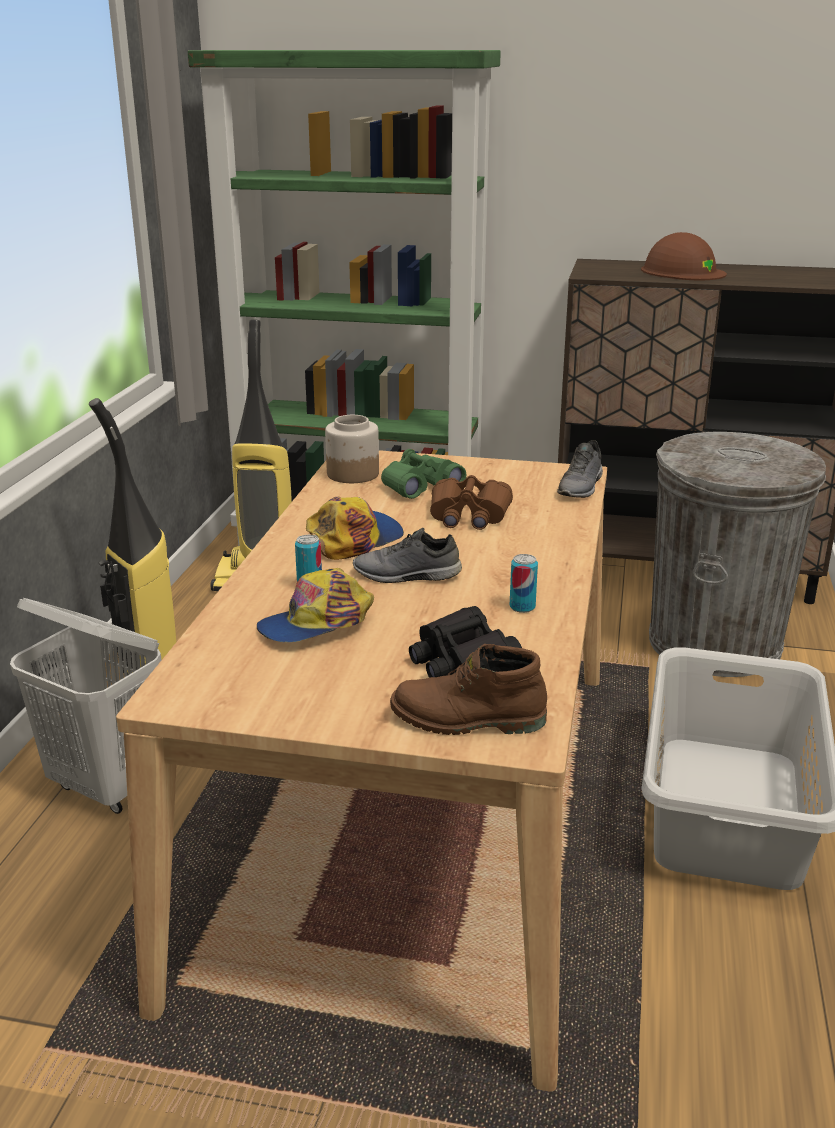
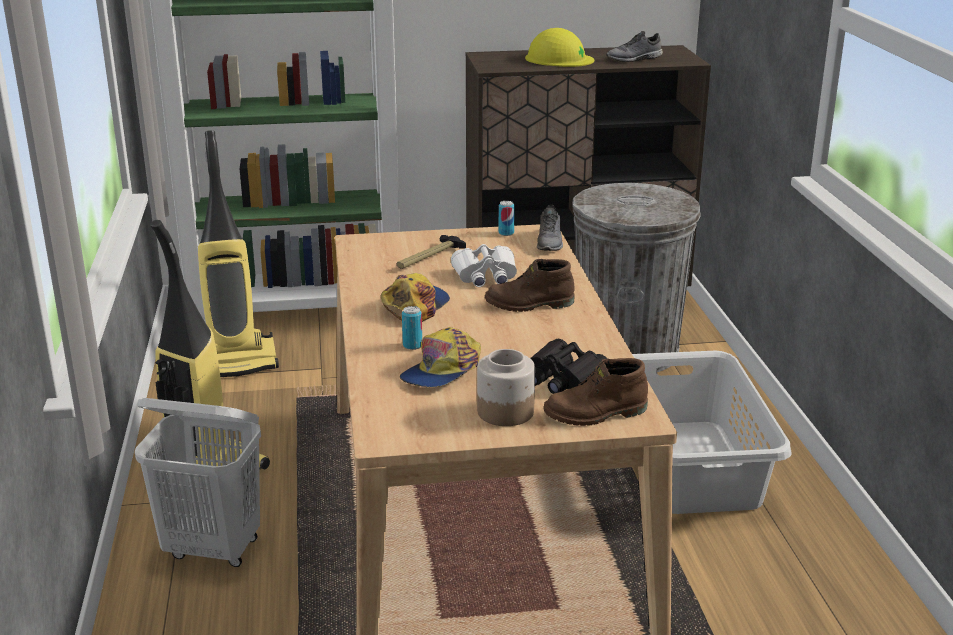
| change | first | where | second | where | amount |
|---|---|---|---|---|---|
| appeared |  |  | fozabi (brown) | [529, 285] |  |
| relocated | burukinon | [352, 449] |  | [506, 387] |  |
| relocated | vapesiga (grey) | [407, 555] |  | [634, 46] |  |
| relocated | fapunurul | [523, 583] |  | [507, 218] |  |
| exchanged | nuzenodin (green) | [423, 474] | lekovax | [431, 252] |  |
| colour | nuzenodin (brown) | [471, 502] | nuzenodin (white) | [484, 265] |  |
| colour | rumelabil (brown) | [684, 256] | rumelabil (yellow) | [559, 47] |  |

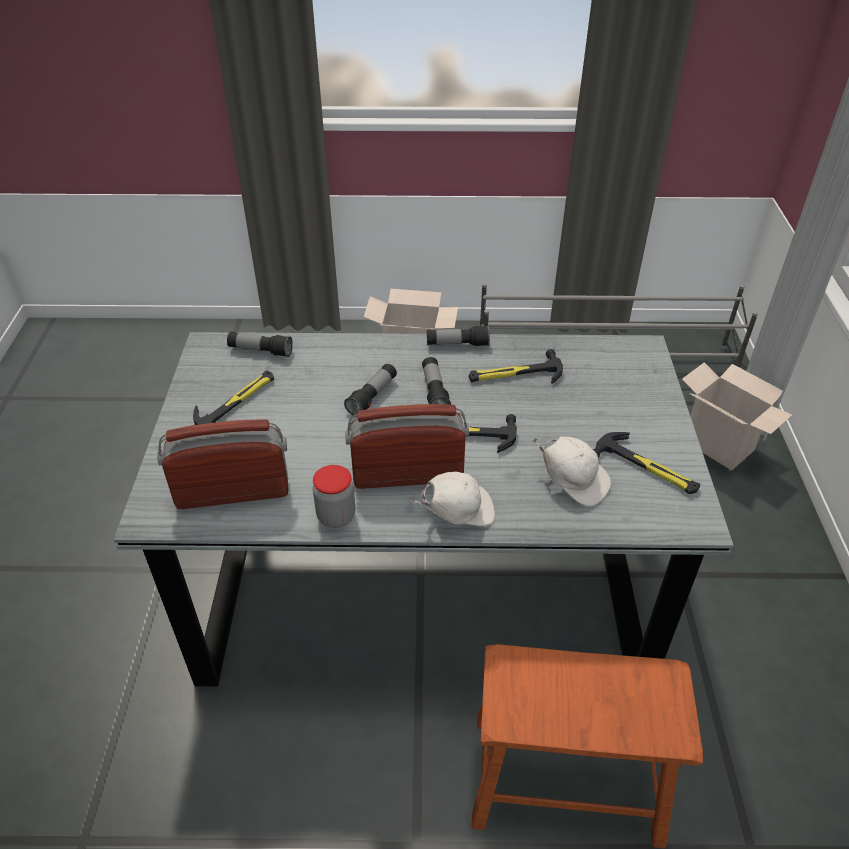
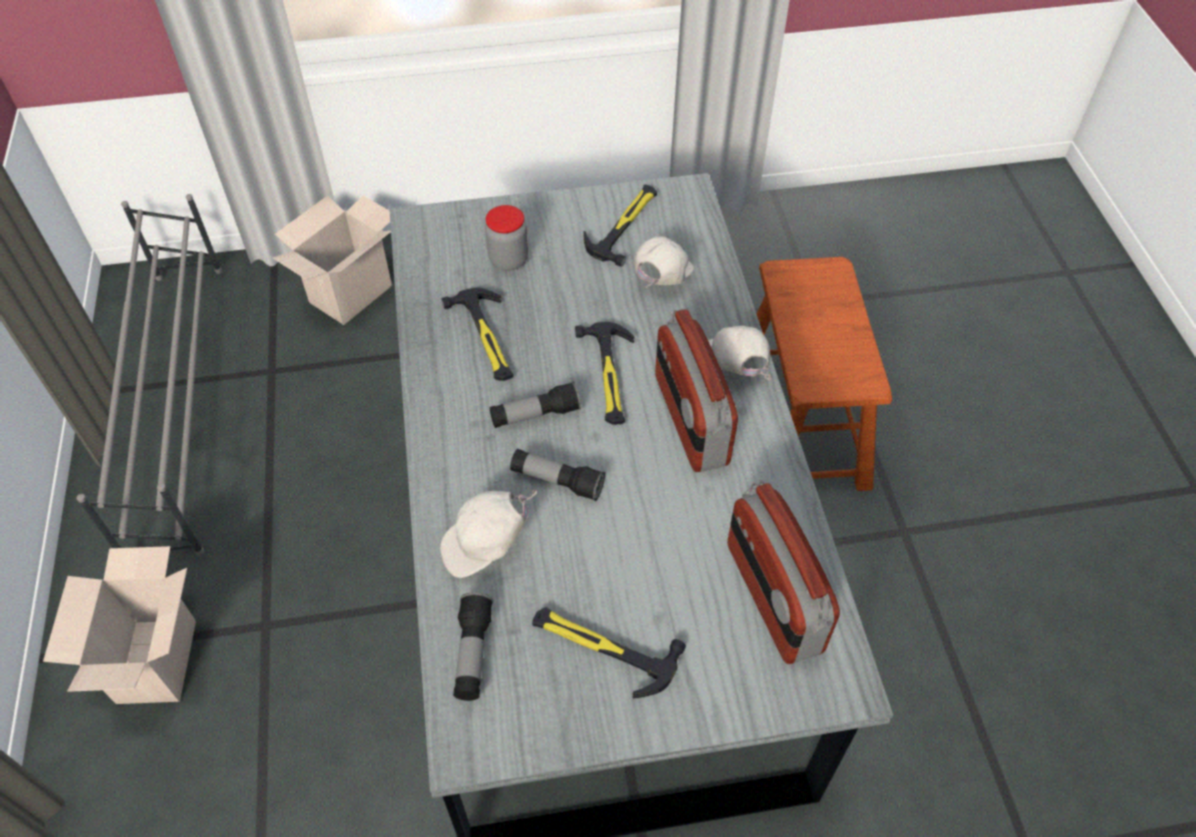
| change | first | where | second | where | amount |
|---|---|---|---|---|---|
| missing | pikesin | [458, 335] |  |  |  |
| appeared |  |  | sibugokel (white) | [488, 533] |  |
| relocated | burukinon | [334, 496] |  | [506, 238] |  |

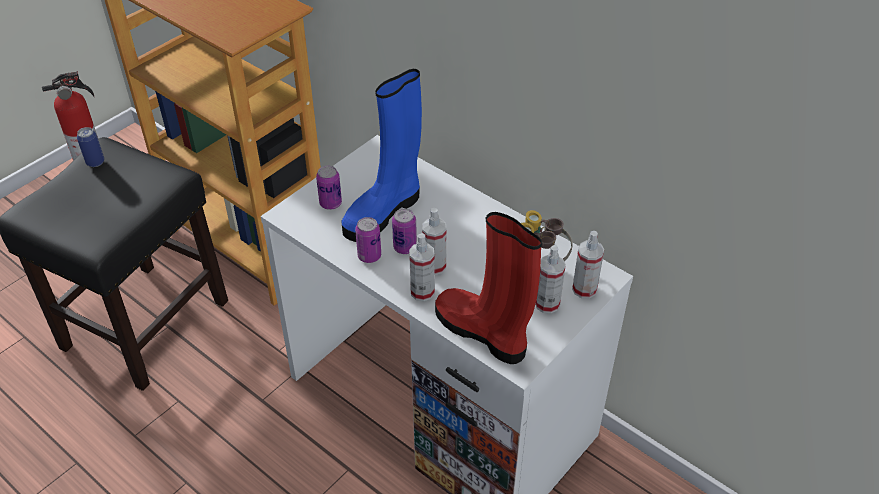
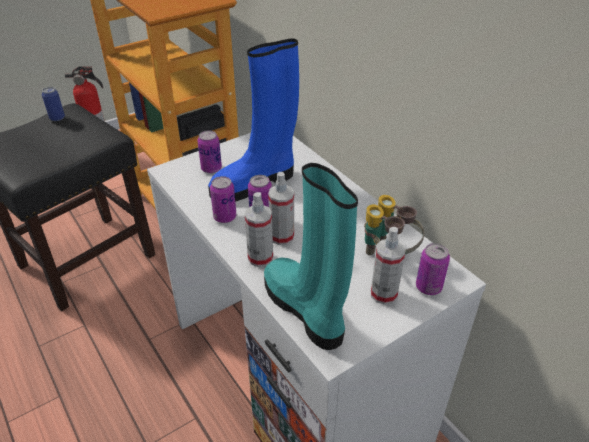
| change | first | where | second | where | amount |
|---|---|---|---|---|---|
| exchanged | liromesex | [588, 265] | fapunurul | [433, 269] |  |
| colour | fozabi (red) | [488, 288] | fozabi (turquoise) | [311, 256] |  |

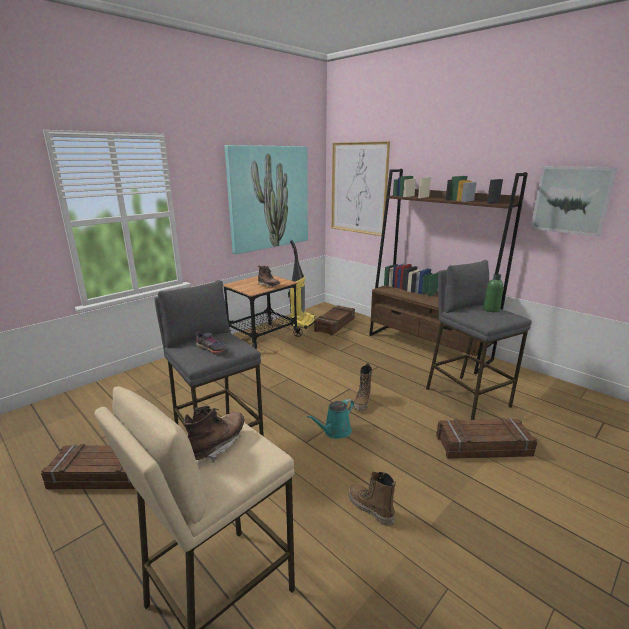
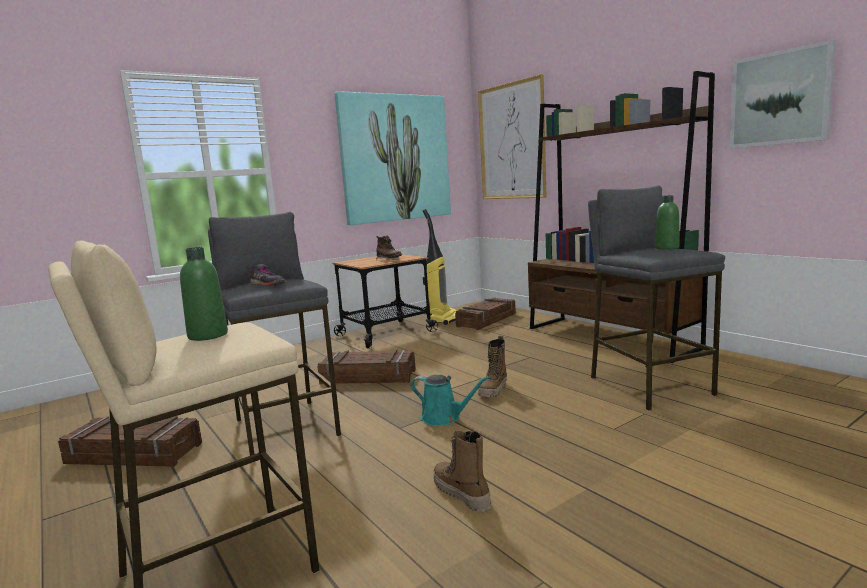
| change | first | where | second | where | amount |
|---|---|---|---|---|---|
| relocated | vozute | [486, 438] |  | [366, 366] |  |
| exchanged | fozabi (brown) | [214, 434] | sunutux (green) | [204, 294] |  |
| spun | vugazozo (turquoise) | [330, 419] |  | [450, 400] | 120 degrees counterclockwise |

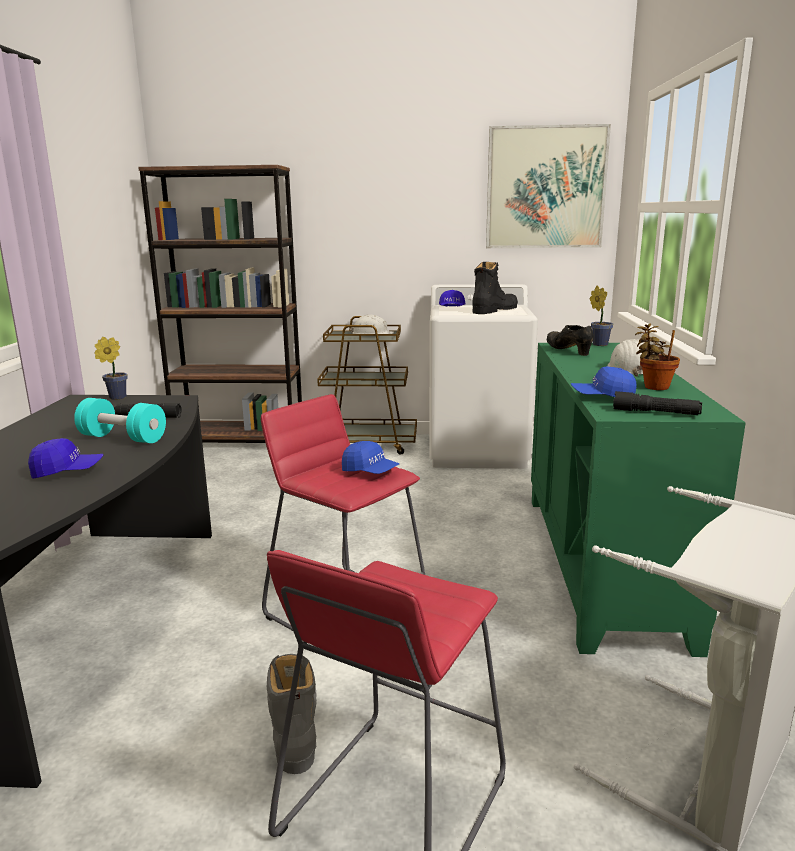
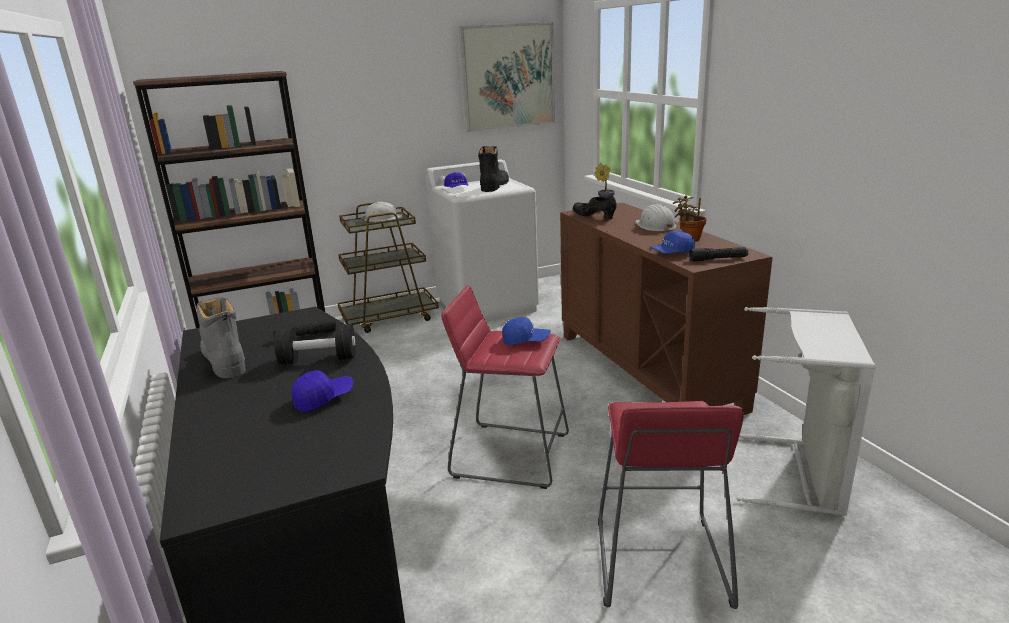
| change | first | where | second | where | amount |
|---|---|---|---|---|---|
| missing | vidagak | [110, 368] |  |  |  |
| relocated | fozabi (grey) | [292, 714] |  | [221, 337] |  |
| colour | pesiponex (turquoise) | [120, 420] | pesiponex (black) | [315, 344] |  |
| colour | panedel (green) | [638, 500] | panedel (brown) | [666, 309] |  |

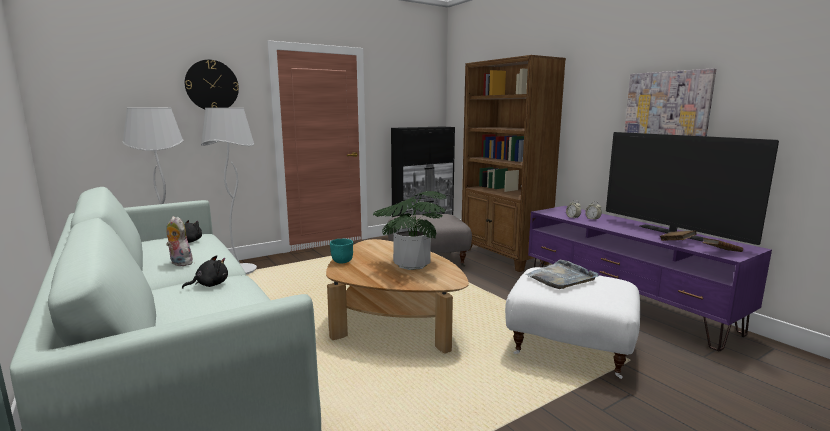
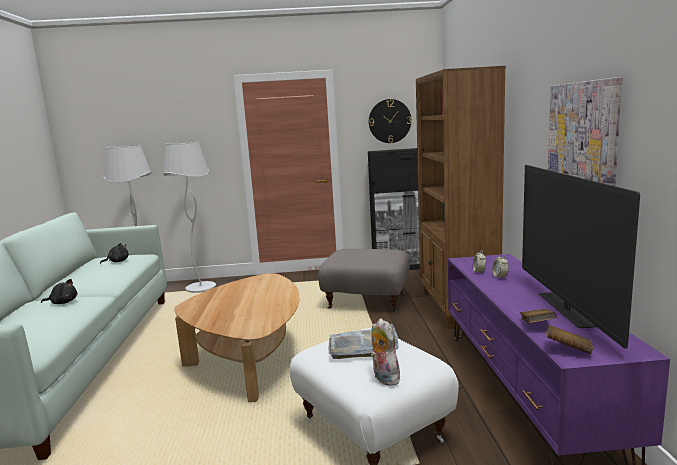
| change | first | where | second | where | amount |
|---|---|---|---|---|---|
| missing | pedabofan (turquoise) | [341, 251] |  |  |  |
| missing | vidagak | [409, 230] |  |  |  |
| relocated | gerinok | [179, 241] |  | [385, 352] |  |
| relocated | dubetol | [212, 84] |  | [390, 121] |  |

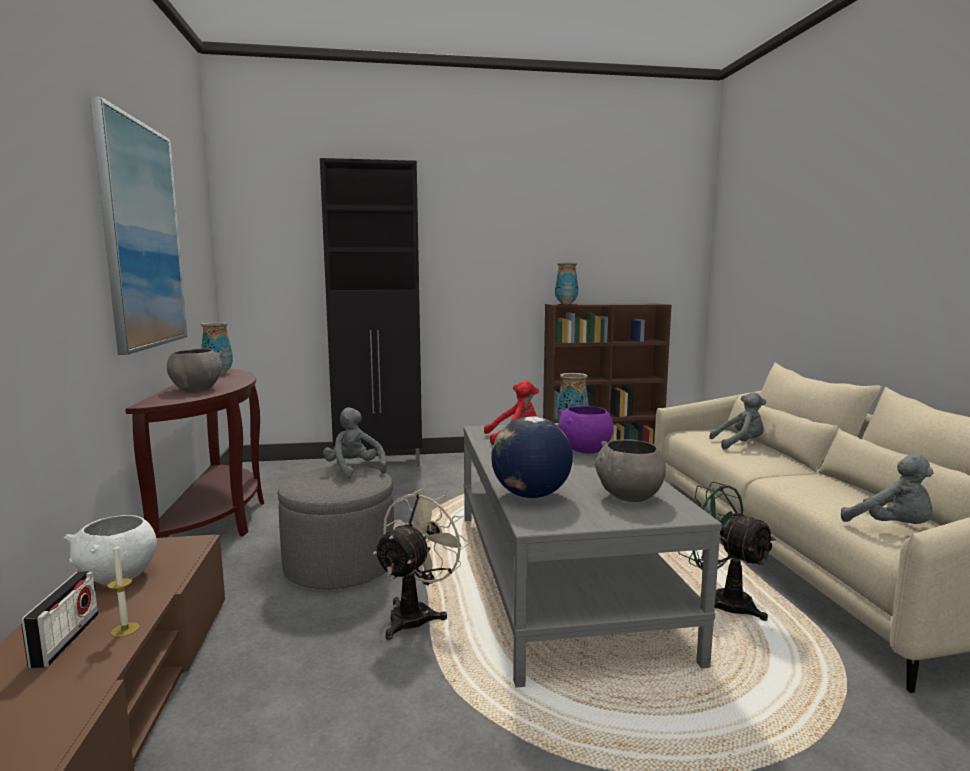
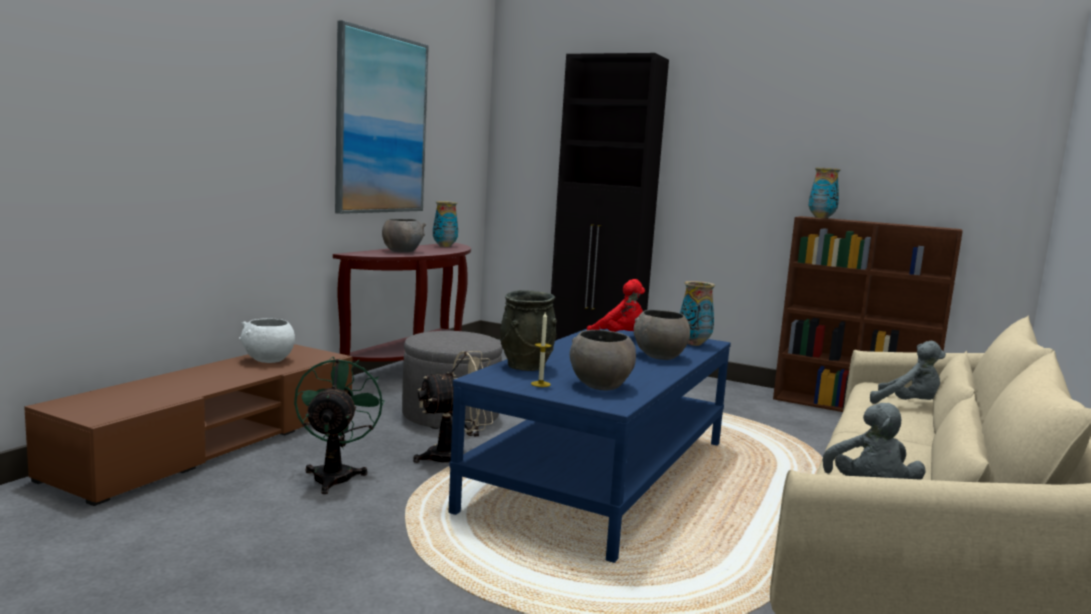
| change | first | where | second | where | amount |
|---|---|---|---|---|---|
| missing | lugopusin | [60, 619] |  |  |  |
| missing | gerinok (grey) | [355, 443] |  |  |  |
| relocated | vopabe | [123, 590] |  | [541, 349] |  |
| relocated | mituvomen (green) | [727, 551] |  | [339, 425] |  |
| exchanged | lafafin | [532, 457] | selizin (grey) | [528, 330] |  |
| colour | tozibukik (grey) | [592, 555] | tozibukik (blue) | [589, 446] |  |
| colour | pedabofan (purple) | [585, 430] | pedabofan (grey) | [662, 334] |  |

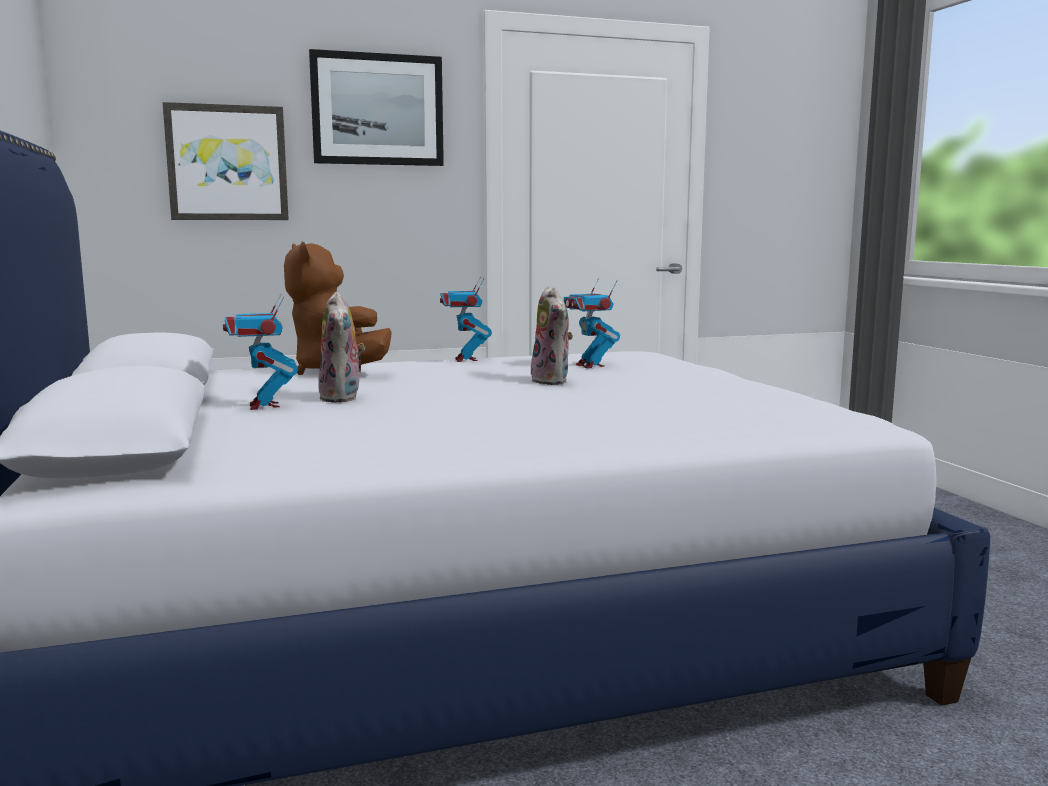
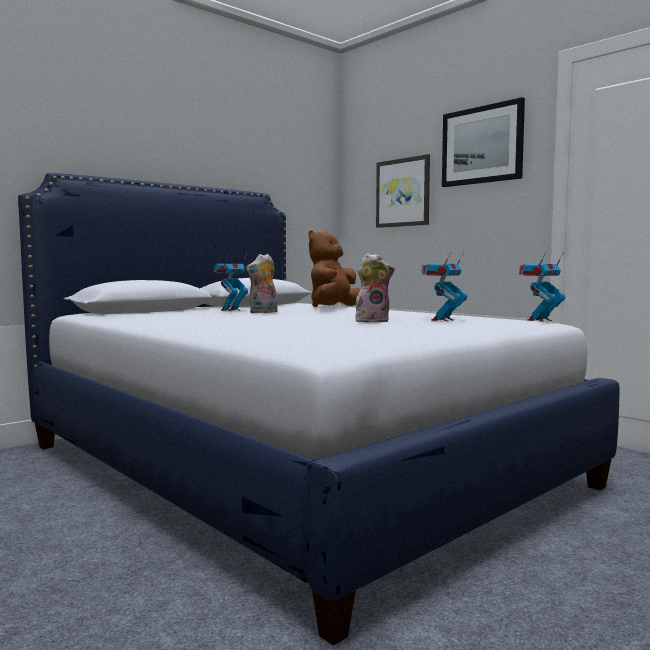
| change | first | where | second | where | amount |
|---|---|---|---|---|---|
| relocated | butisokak | [466, 319] |  | [542, 287] |  |
| spun | gerinok | [552, 335] |  | [375, 288] | 150 degrees counterclockwise |

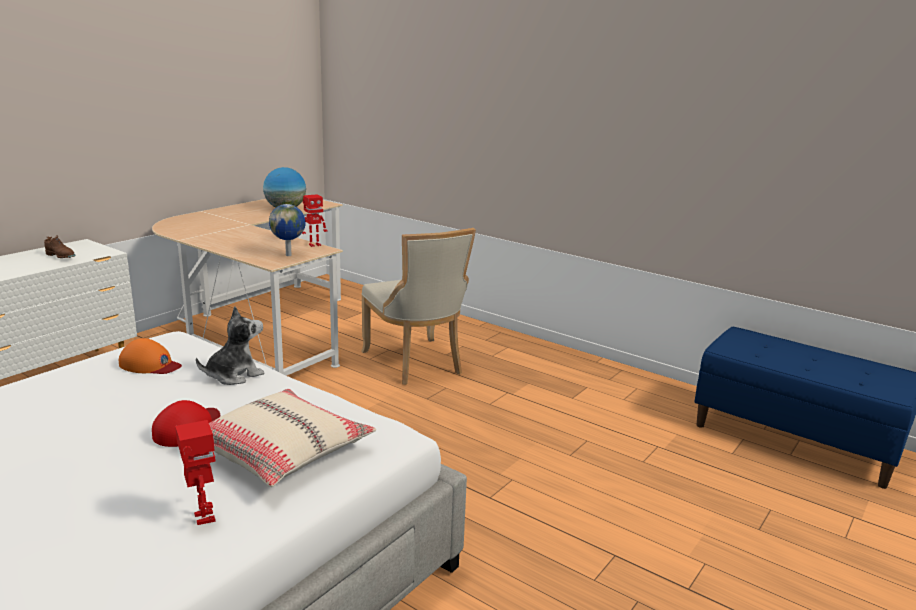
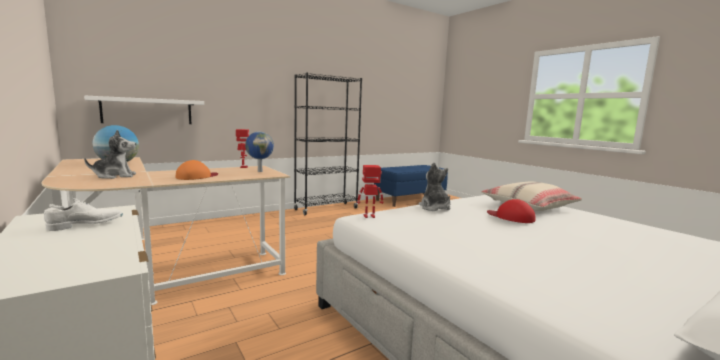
| change | first | where | second | where | amount |
|---|---|---|---|---|---|
| missing | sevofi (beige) | [418, 306] |  |  |  |
| appeared |  |  | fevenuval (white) | [144, 110] |  |
| appeared |  |  | gerinok | [110, 154] |  |
| appeared |  |  | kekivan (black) | [328, 144] |  |
| relocated | sibugokel (orange) | [150, 356] |  | [197, 170] |  |
| relocated | butisokak | [195, 472] |  | [370, 191] |  |
| colour | vapesiga (brown) | [59, 246] | vapesiga (white) | [83, 214] |  |

